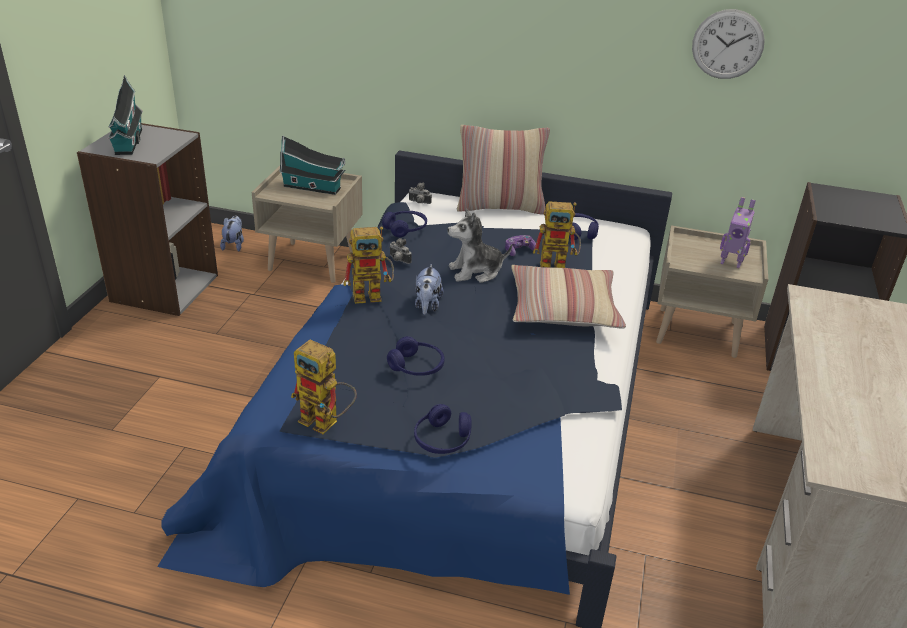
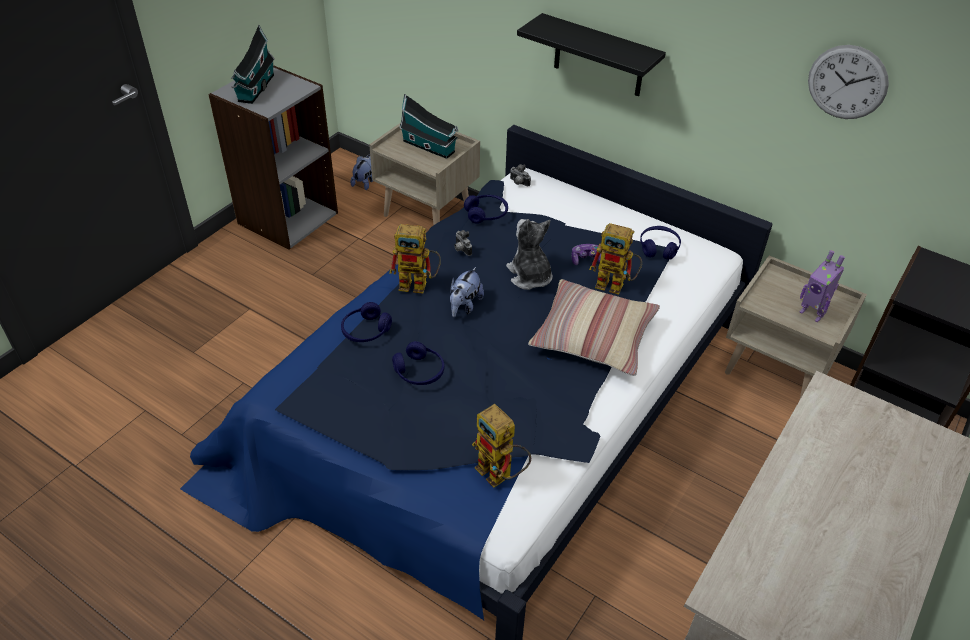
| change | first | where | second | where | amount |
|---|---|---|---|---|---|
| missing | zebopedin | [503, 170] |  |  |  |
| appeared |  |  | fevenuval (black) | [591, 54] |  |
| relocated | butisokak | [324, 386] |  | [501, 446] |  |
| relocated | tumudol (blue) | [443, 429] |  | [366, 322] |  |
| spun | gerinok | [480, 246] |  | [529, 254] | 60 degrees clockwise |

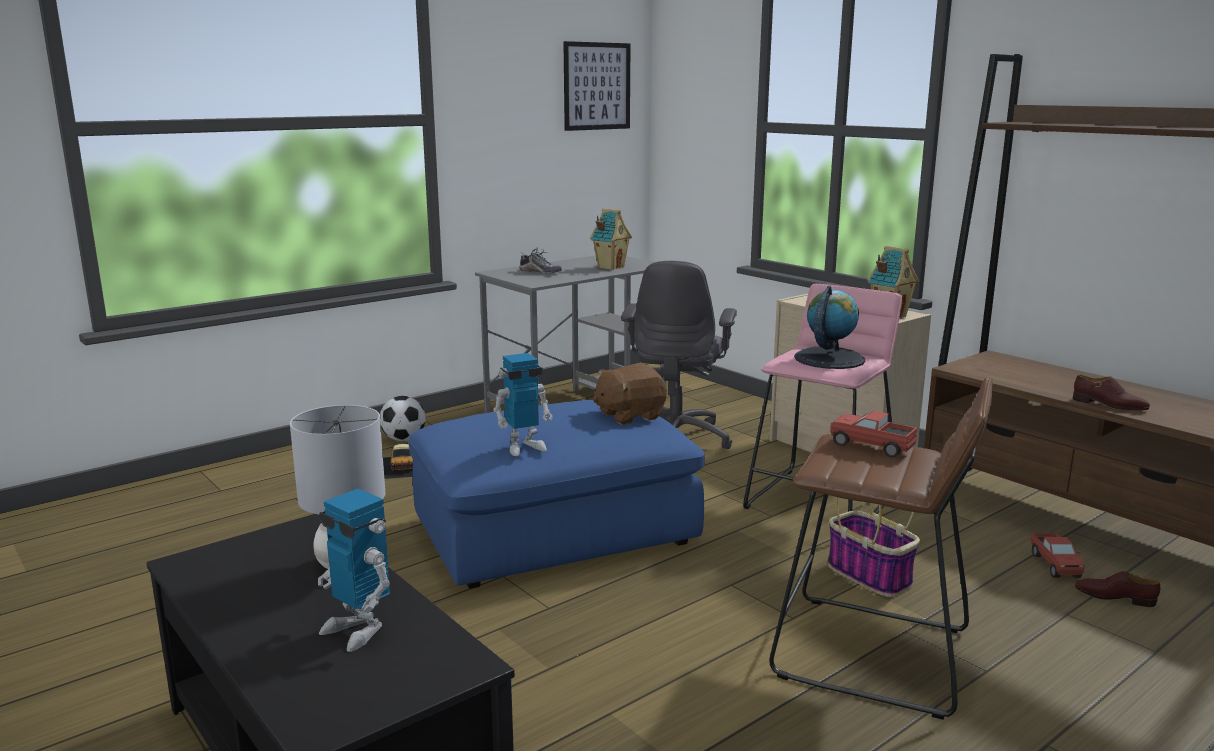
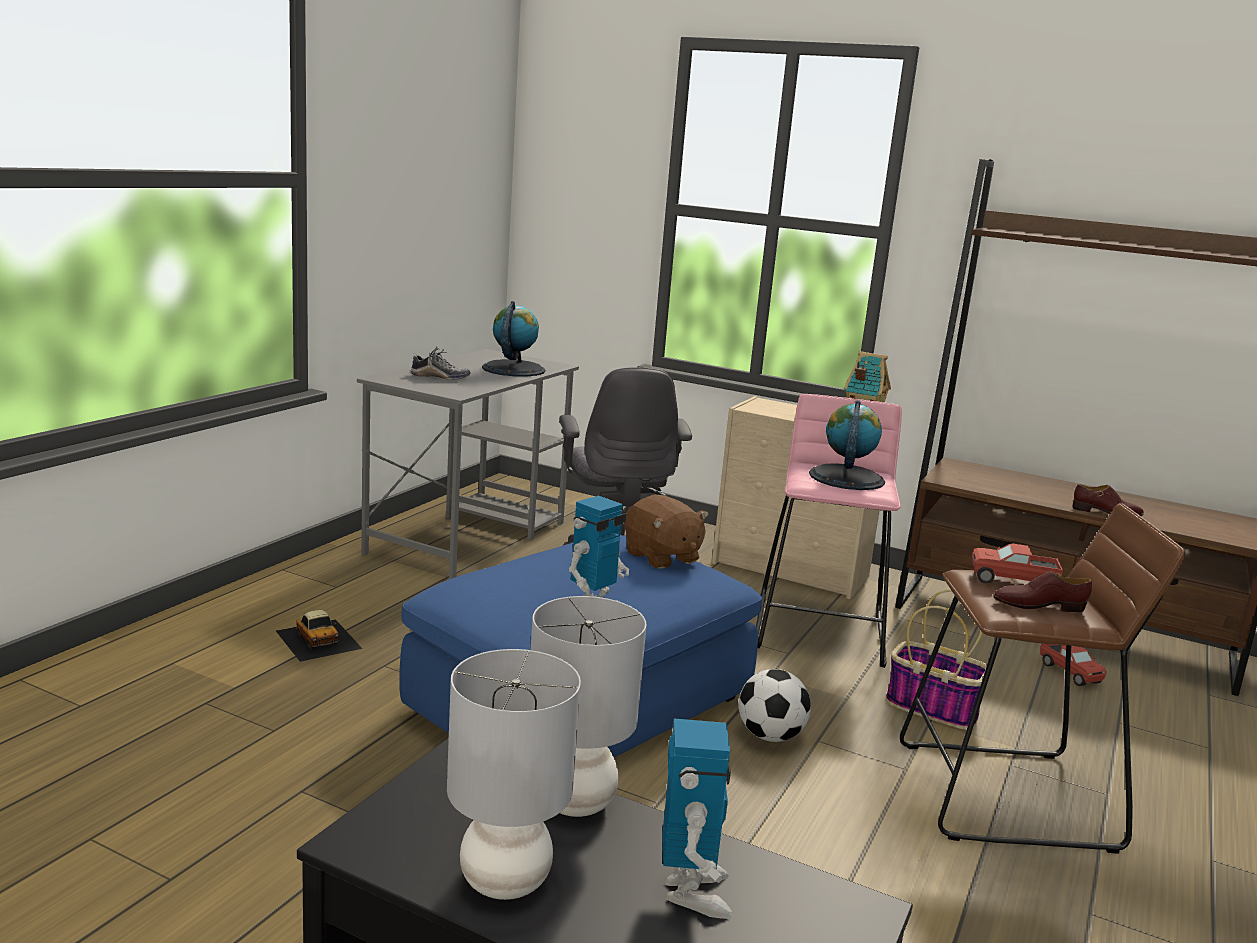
| change | first | where | second | where | amount |
|---|---|---|---|---|---|
| missing | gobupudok | [596, 86] |  |  |  |
| appeared |  |  | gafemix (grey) | [514, 774] |  |
| relocated | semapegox | [403, 418] |  | [775, 705] |  |
| relocated | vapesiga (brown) | [1117, 589] |  | [1042, 591] |  |
| exchanged | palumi | [611, 239] | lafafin | [514, 339] |  |
| spun | butisokak | [354, 570] |  | [697, 819] | 105 degrees counterclockwise |
| spun | gerinok (brown) | [630, 394] |  | [666, 531] | 75 degrees counterclockwise |

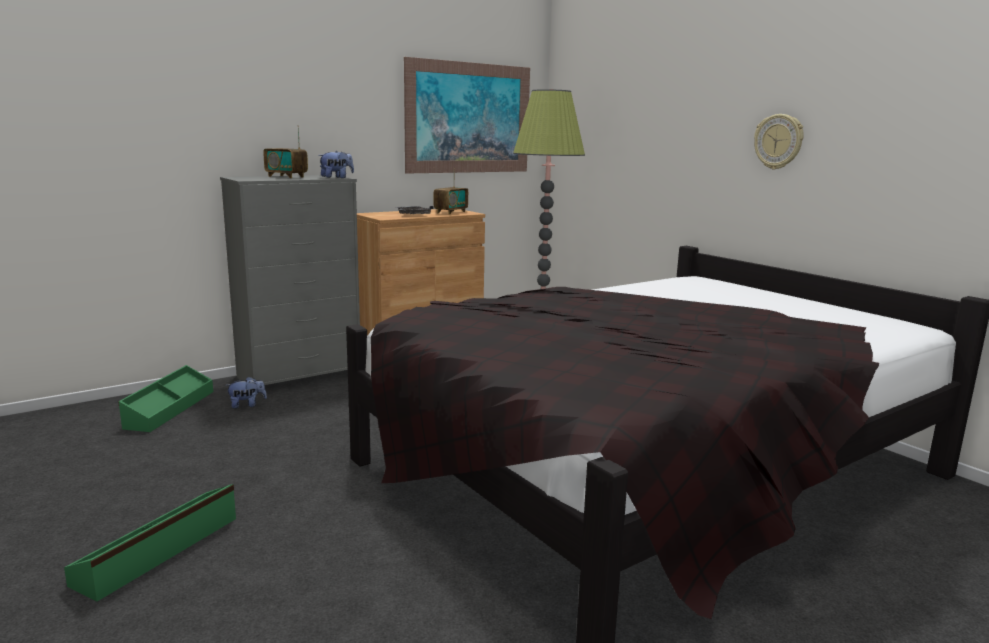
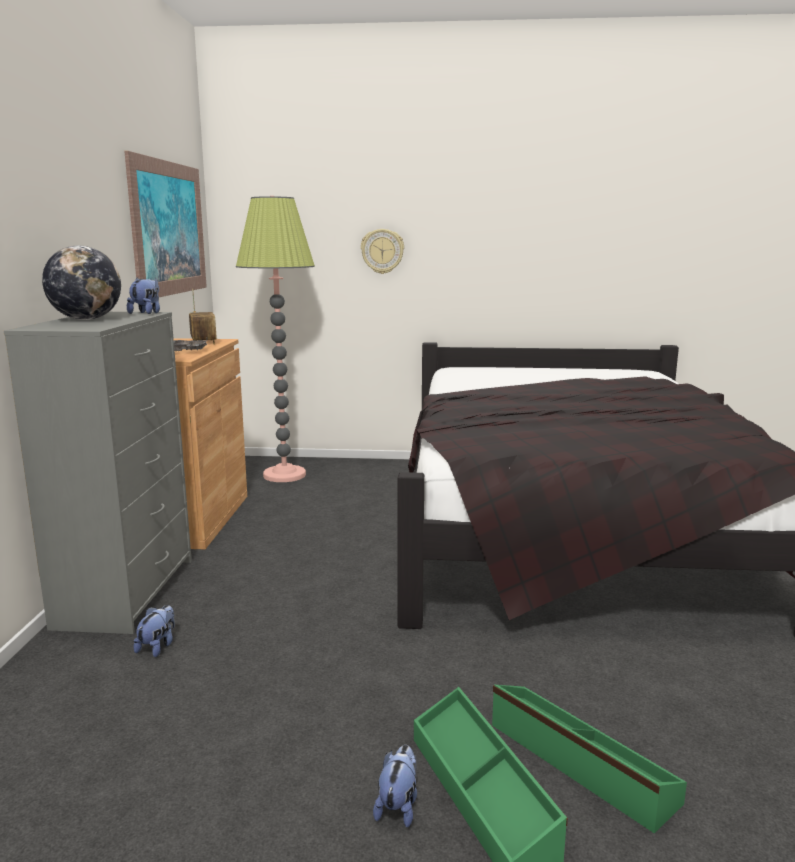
| change | first | where | second | where | amount |
|---|---|---|---|---|---|
| appeared |  |  | gerinok | [395, 786] |  |
| relocated | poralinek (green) | [165, 398] |  | [589, 759] |  |
| relocated | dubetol | [779, 142] |  | [382, 251] |  |
| exchanged | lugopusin | [285, 152] | lafafin | [81, 283] |  |

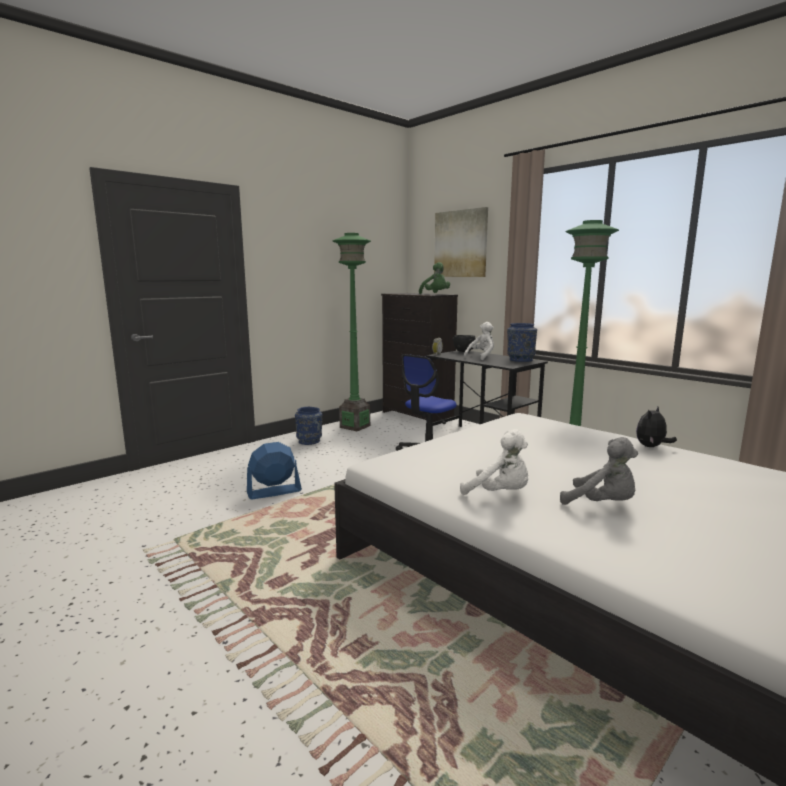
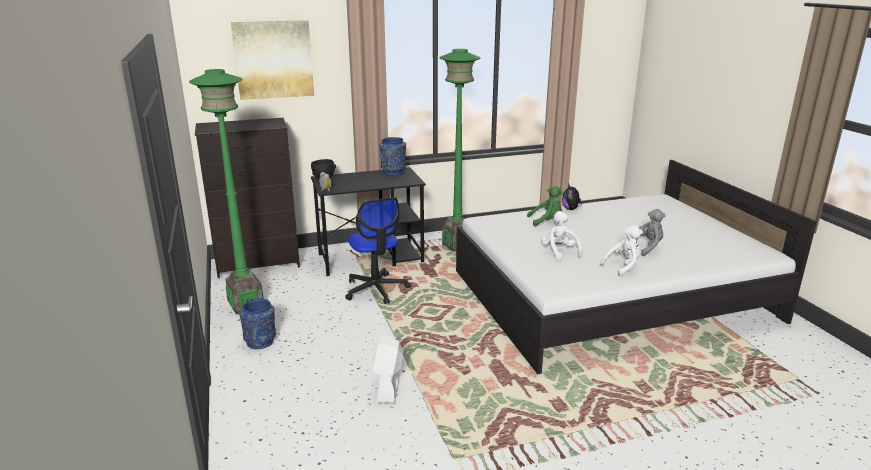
| change | first | where | second | where | amount |
|---|---|---|---|---|---|
| relocated | gerinok (green) | [434, 278] |  | [545, 206] |  |
| relocated | gerinok (white) | [479, 341] |  | [562, 235] |  |
| colour | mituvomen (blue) | [274, 470] | mituvomen (white) | [387, 369] |  |

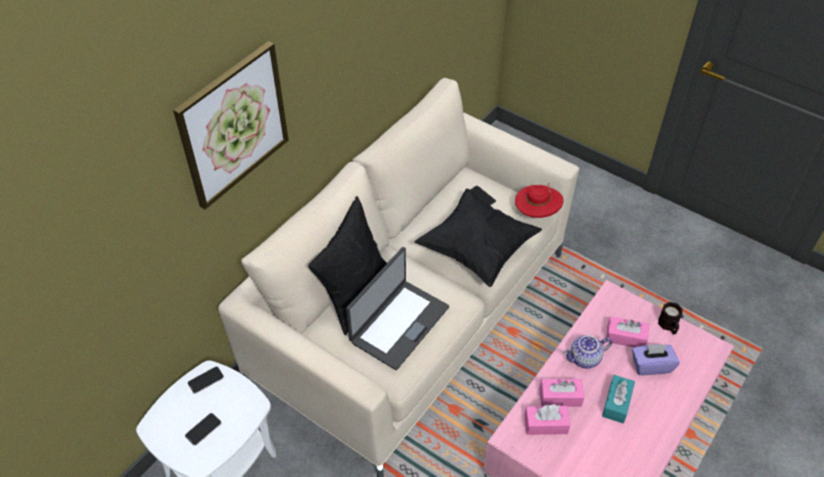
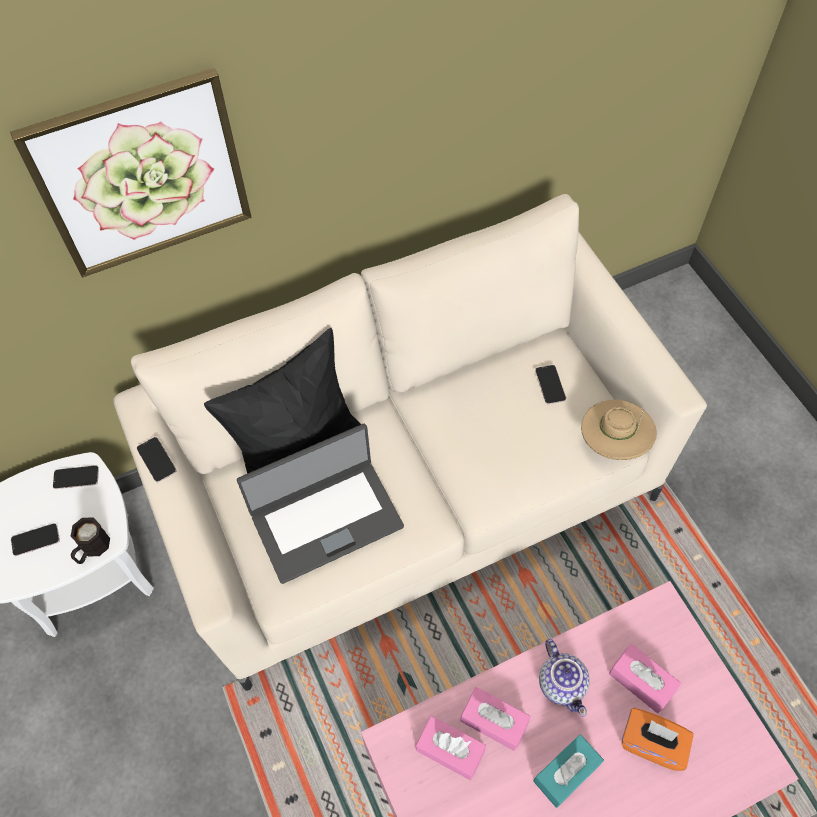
| change | first | where | second | where | amount |
|---|---|---|---|---|---|
| missing | zebopedin (black) | [478, 238] |  |  |  |
| appeared |  |  | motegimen | [157, 459] |  |
| relocated | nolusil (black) | [670, 318] |  | [90, 541] |  |
| colour | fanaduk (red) | [539, 200] | fanaduk (beige) | [619, 430] |  |
| colour | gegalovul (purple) | [656, 359] | gegalovul (orange) | [658, 739] |  |
| spun | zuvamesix | [587, 352] |  | [564, 677] | 120 degrees counterclockwise |

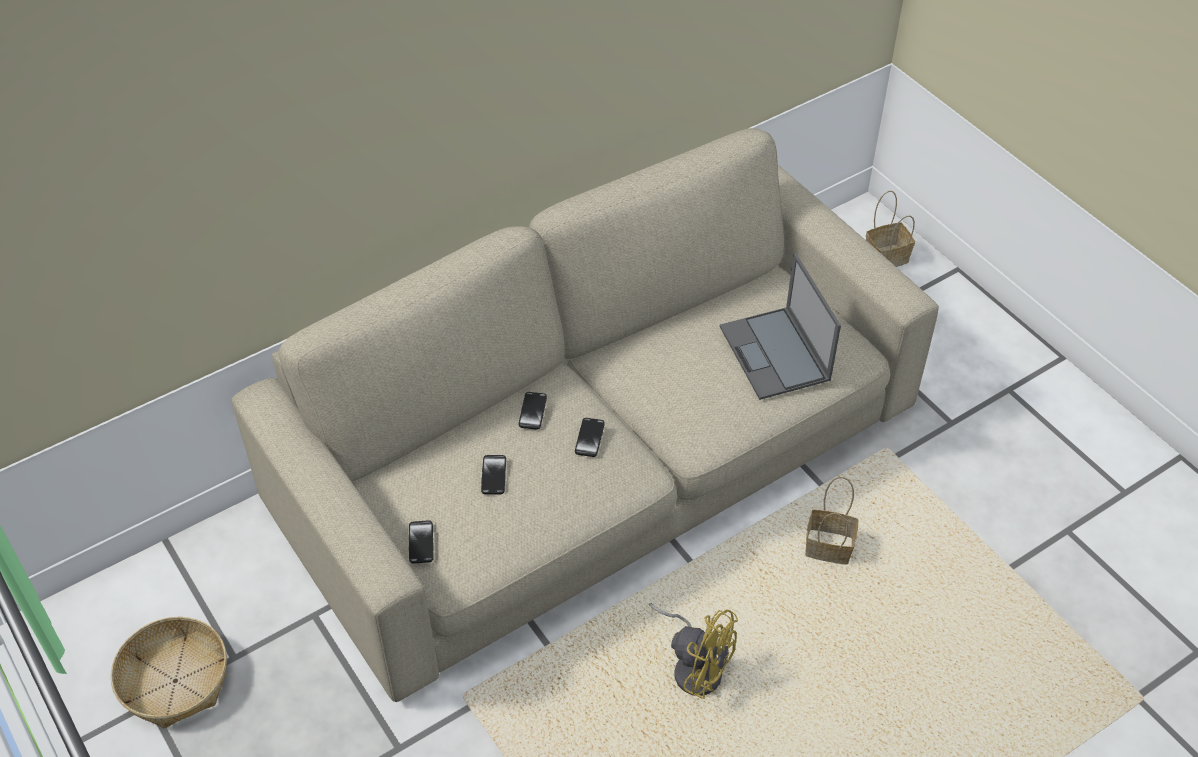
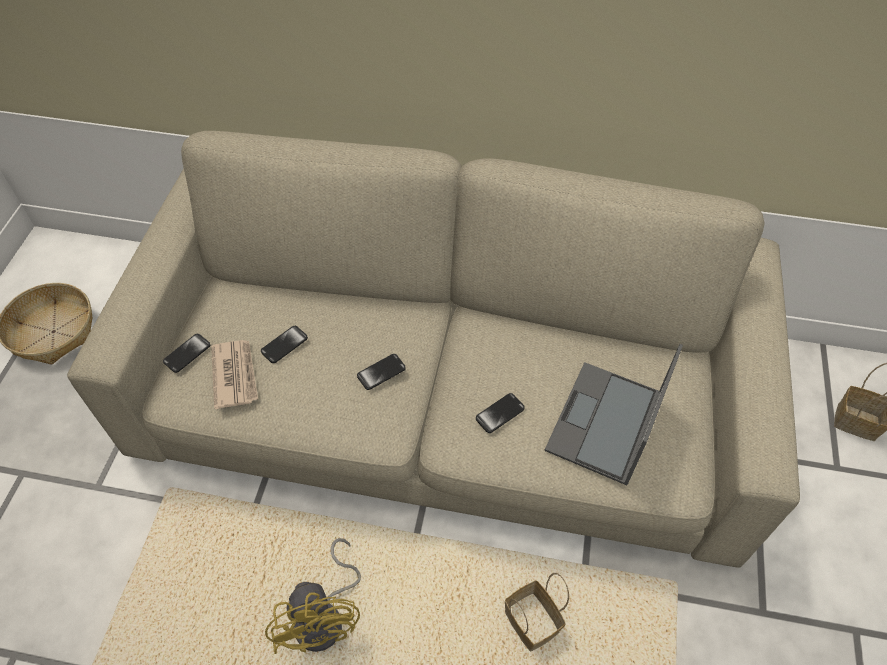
| change | first | where | second | where | amount |
|---|---|---|---|---|---|
| appeared |  |  | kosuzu | [234, 374] |  |
| relocated | motegimen | [532, 411] |  | [500, 413] |  |

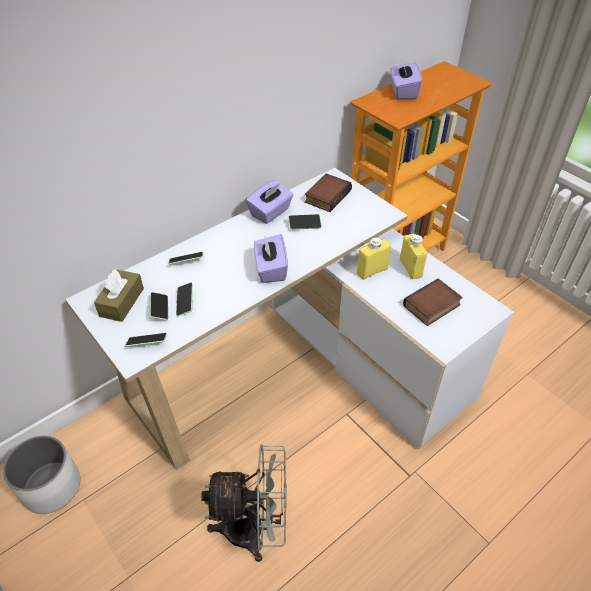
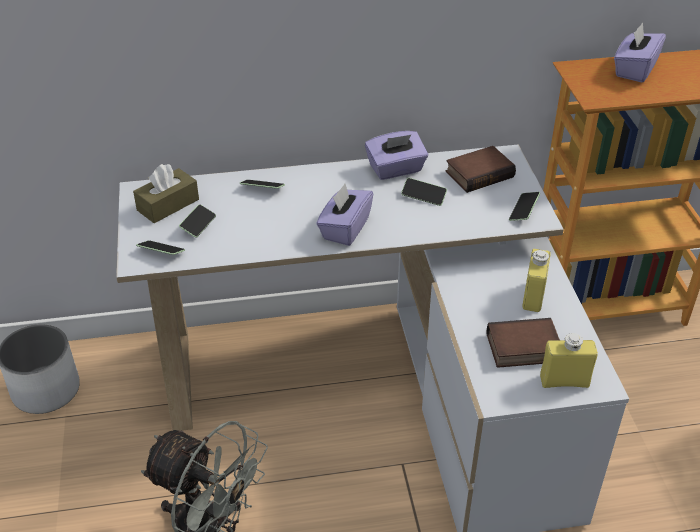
| change | first | where | second | where | amount |
|---|---|---|---|---|---|
| relocated | motegimen | [184, 299] |  | [524, 206] |  |
| relocated | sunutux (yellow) | [374, 259] |  | [569, 360] |  |

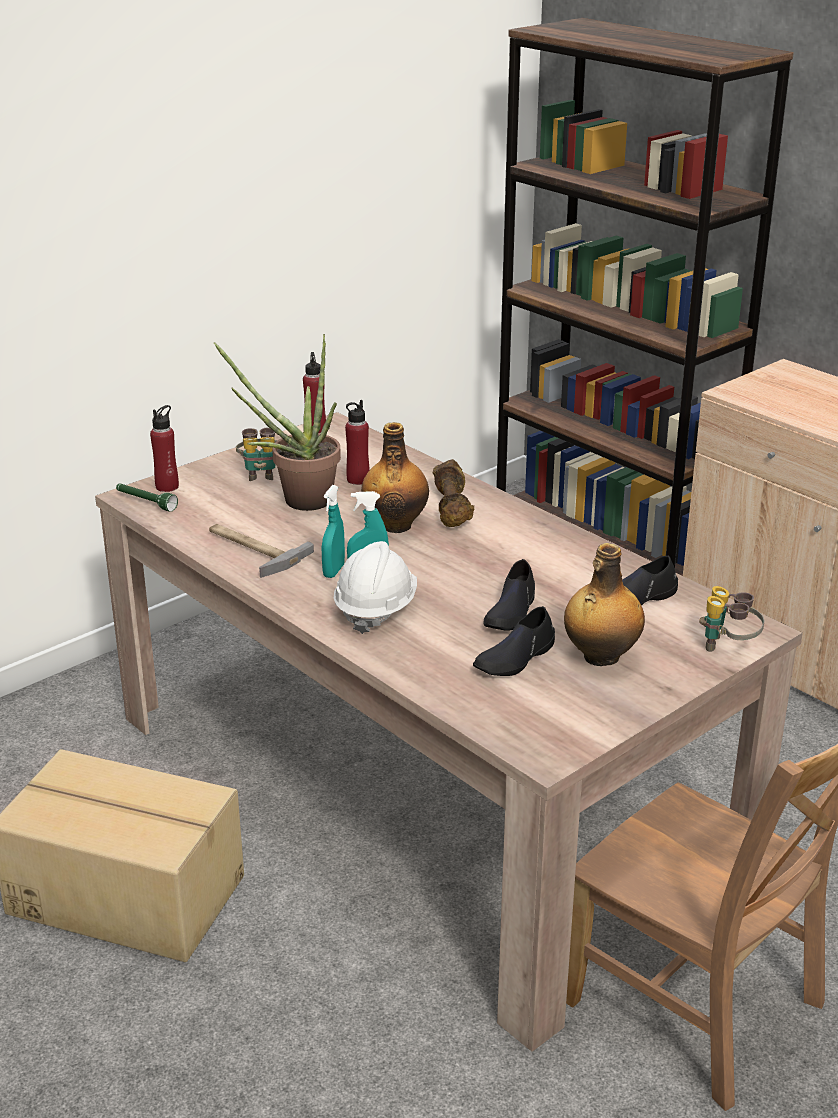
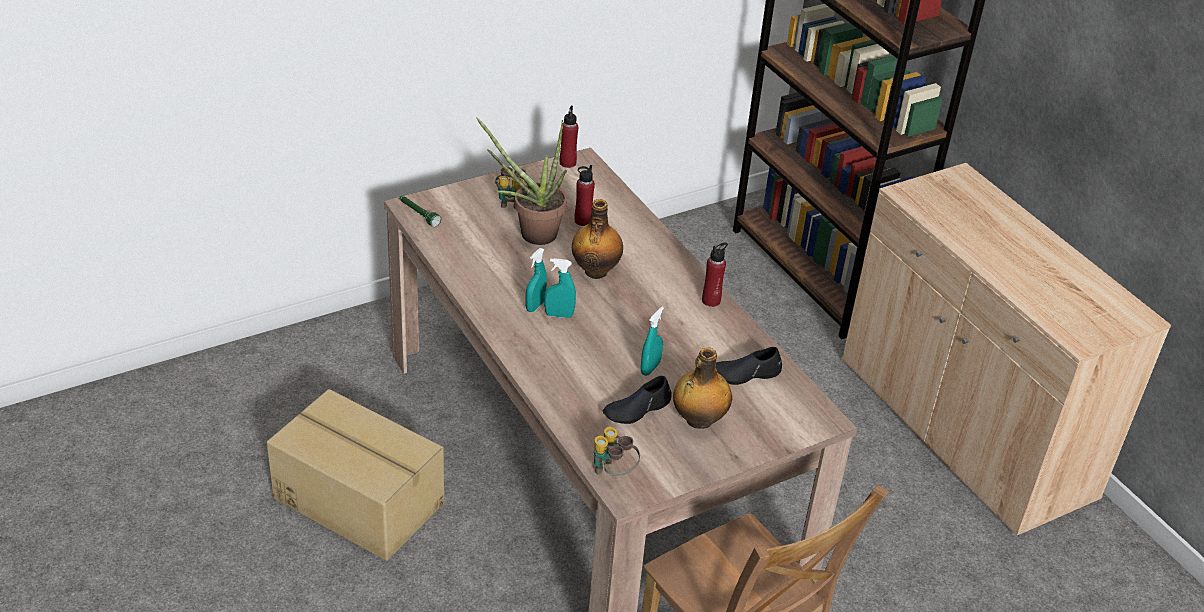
| change | first | where | second | where | amount |
|---|---|---|---|---|---|
| missing | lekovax | [261, 551] |  |  |  |
| missing | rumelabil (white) | [375, 587] |  |  |  |
| missing | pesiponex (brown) | [453, 493] |  |  |  |
| relocated | sunutux (red) | [164, 448] |  | [715, 274] |  |
| relocated | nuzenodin | [731, 619] |  | [617, 451] |  |
| exchanged | vapesiga (black) | [509, 595] | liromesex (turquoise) | [652, 341] |  |

